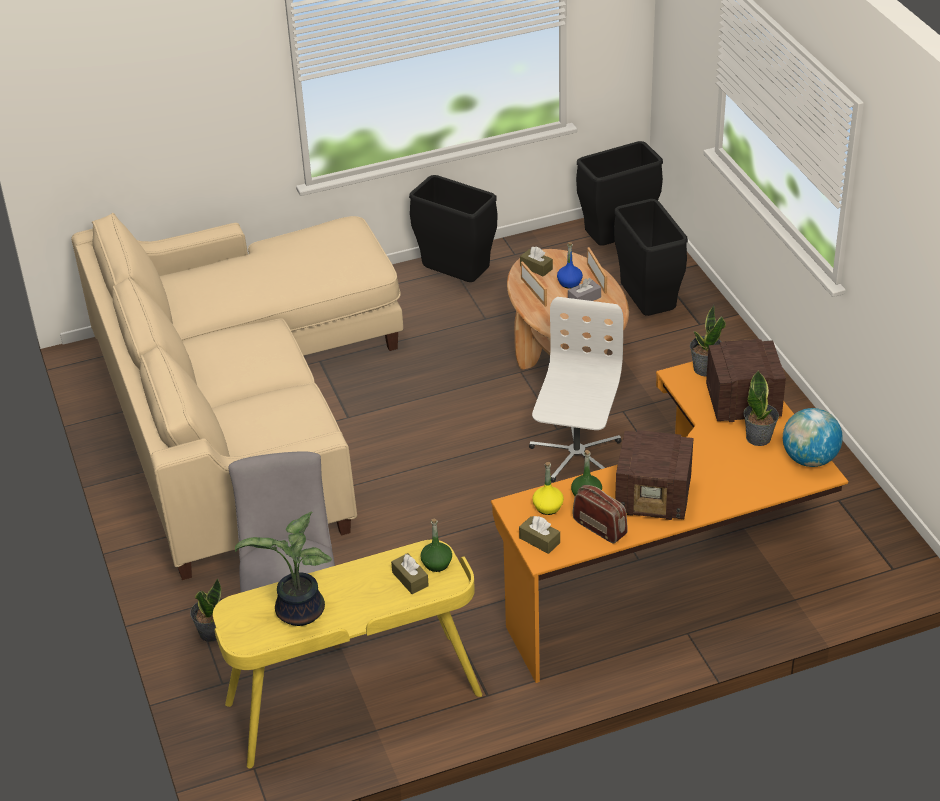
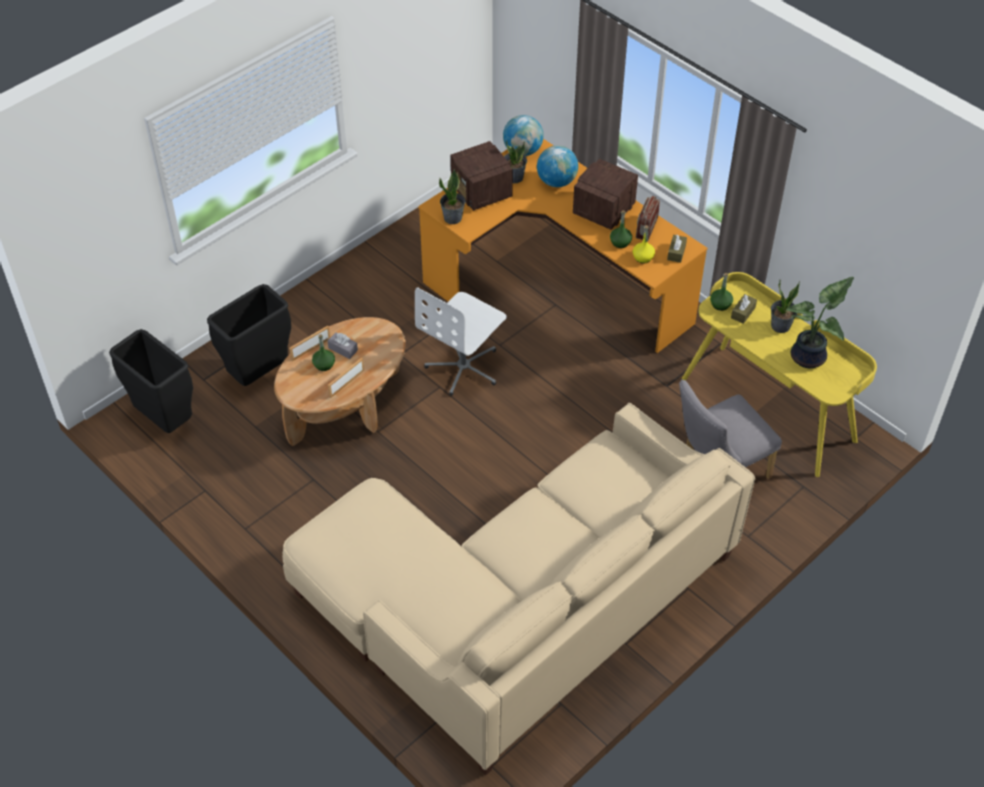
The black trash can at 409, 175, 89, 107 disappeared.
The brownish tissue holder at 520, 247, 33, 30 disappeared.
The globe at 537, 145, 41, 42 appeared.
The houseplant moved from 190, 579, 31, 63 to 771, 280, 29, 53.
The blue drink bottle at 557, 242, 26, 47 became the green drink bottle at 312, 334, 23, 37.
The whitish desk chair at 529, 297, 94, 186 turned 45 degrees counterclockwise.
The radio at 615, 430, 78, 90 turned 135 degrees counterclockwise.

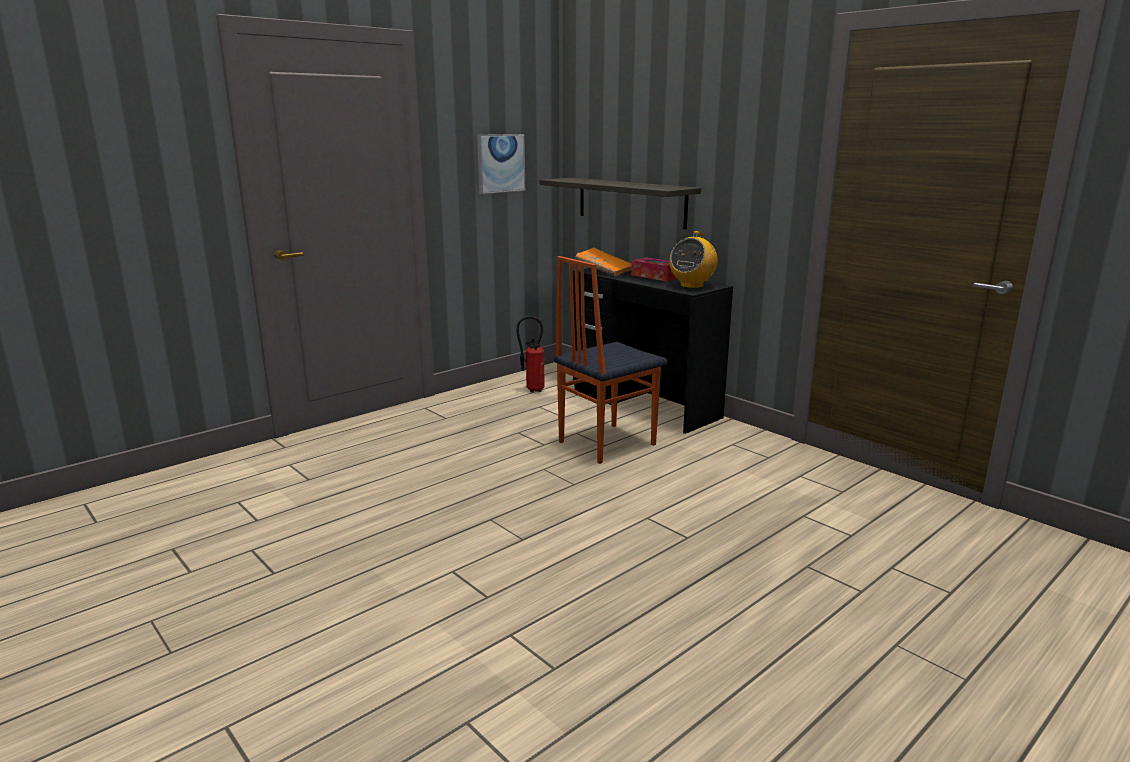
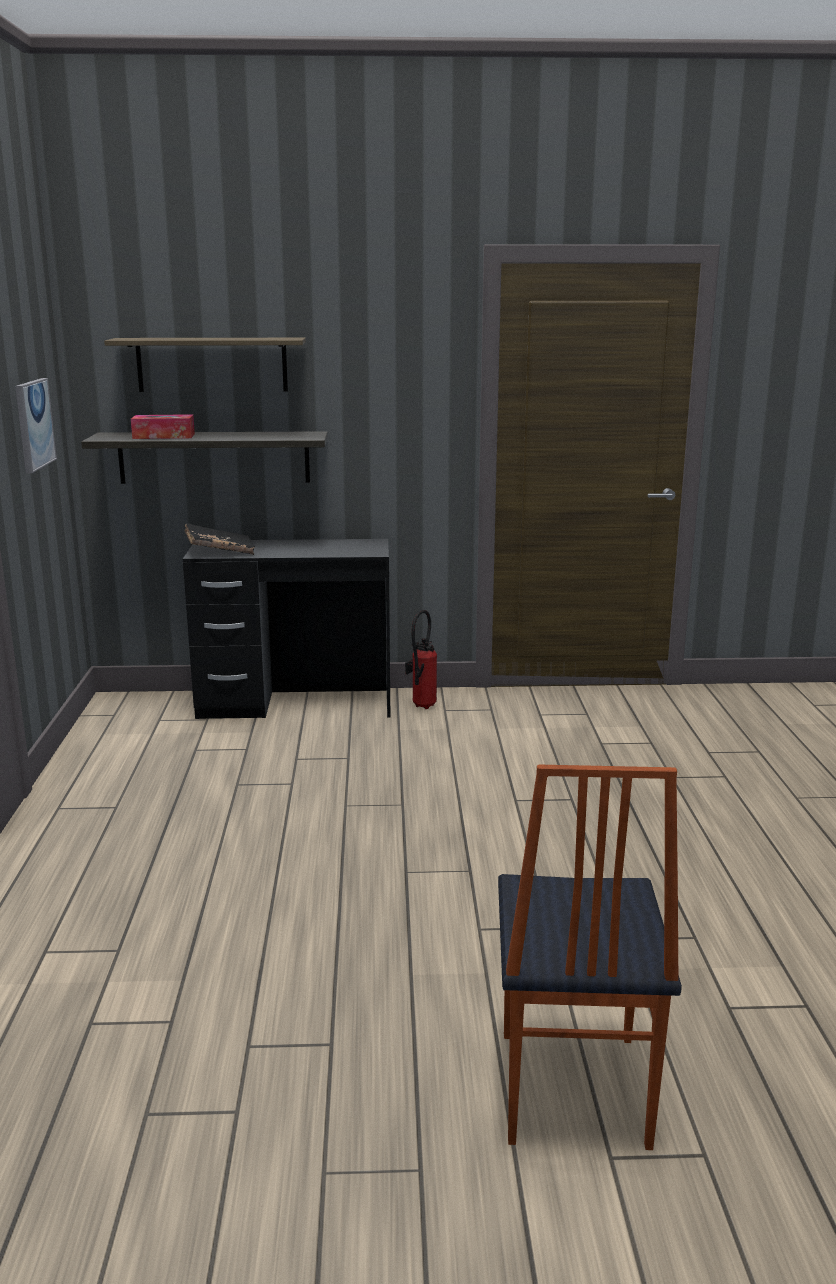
The radio at 670, 231, 47, 58 disappeared.
The bracket shelf at 104, 338, 202, 54 appeared.
The fire-fighting cylinder moved from 516, 316, 29, 76 to 405, 610, 32, 99.
The upright chair moved from 554, 256, 114, 208 to 498, 764, 184, 386.
The tissue holder moved from 631, 257, 46, 24 to 131, 414, 64, 25.
The orangey bound book at 575, 247, 57, 30 became the black bound book at 185, 523, 70, 32.

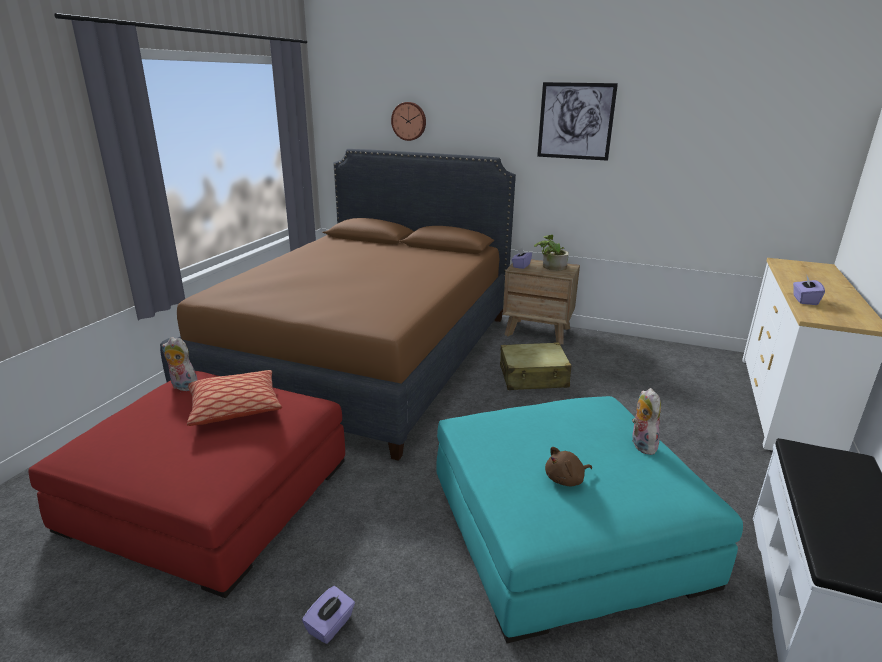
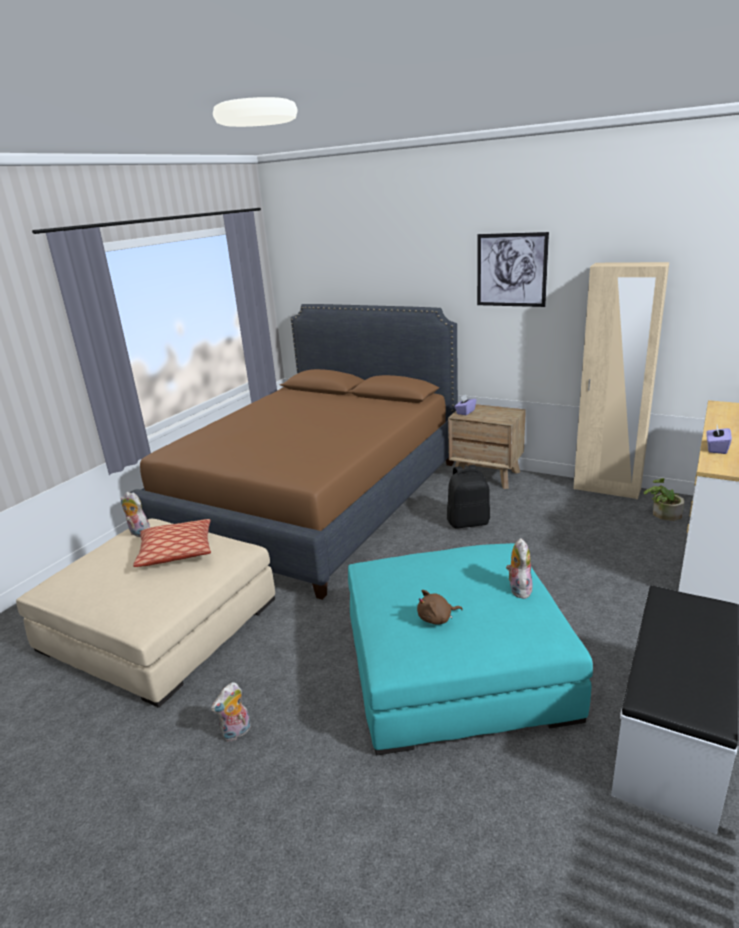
The hanging clock at 391, 102, 35, 39 disappeared.
The beige-coloured wardrobe at 573, 262, 96, 237 appeared.
The houseplant moved from 534, 235, 35, 36 to 644, 478, 40, 43.
The purple tissue holder at 302, 586, 53, 58 was replaced by the plush toy at 211, 682, 40, 60.
The beige-coloured piece of luggage at 500, 342, 71, 48 was replaced by the black backpack at 447, 465, 43, 64.
The red-coloured footrest at 28, 371, 317, 227 became the beige-coloured footrest at 16, 519, 259, 189.

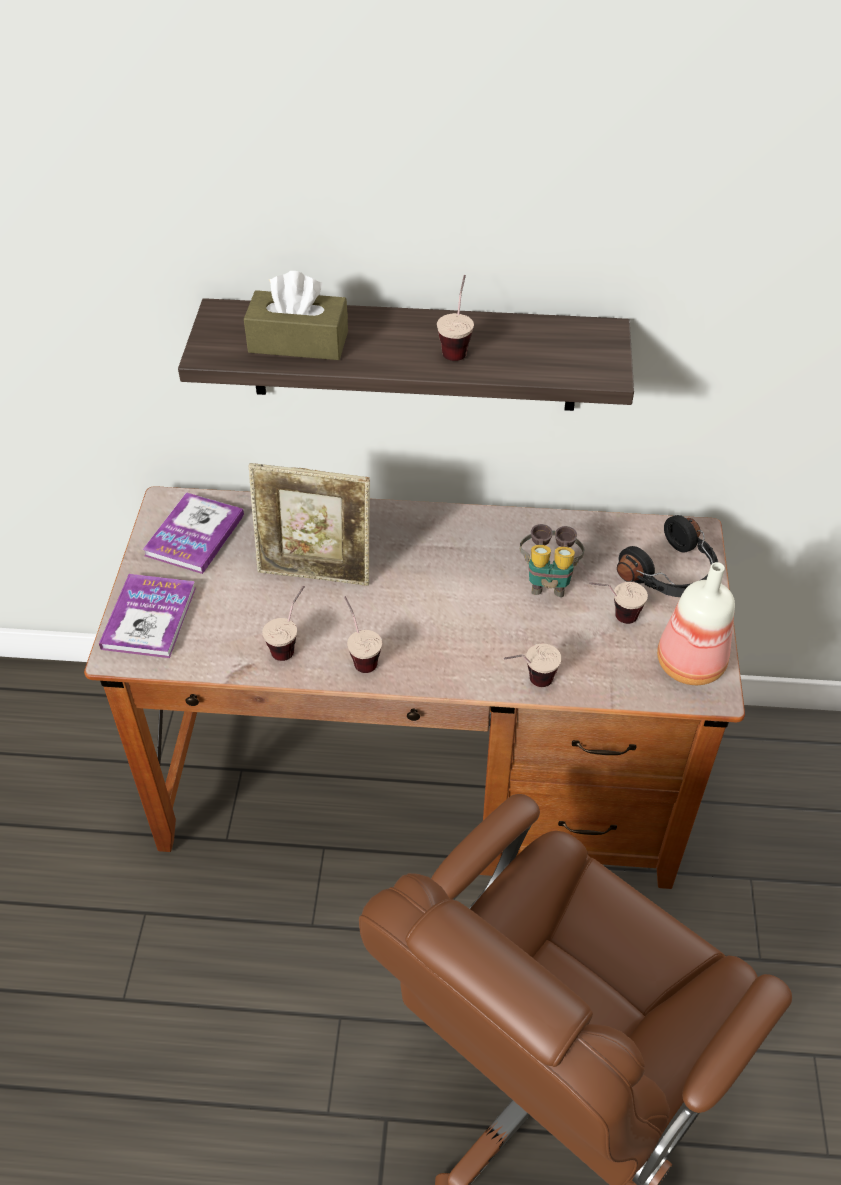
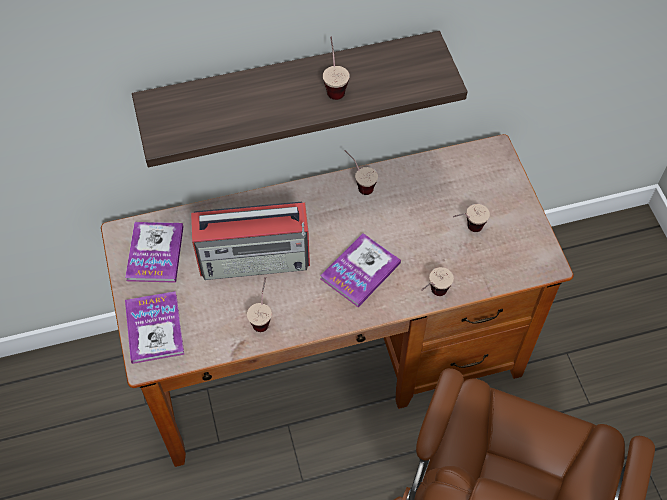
The brownish tissue holder at 244, 271, 104, 89 disappeared.
The pair of binoculars at 520, 524, 64, 73 disappeared.
The black headset at 617, 515, 101, 82 disappeared.
The drink bottle at 657, 562, 78, 123 disappeared.
The bound book at 320, 233, 81, 74 appeared.
The small cup moved from 344, 596, 38, 77 to 345, 150, 33, 45.
The picture frame at 249, 463, 121, 123 was replaced by the radio at 191, 202, 119, 78.

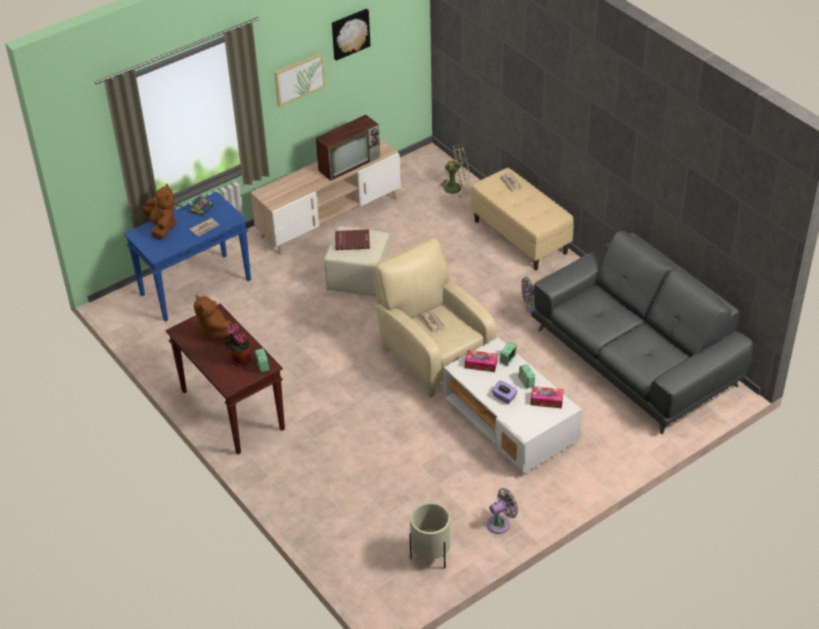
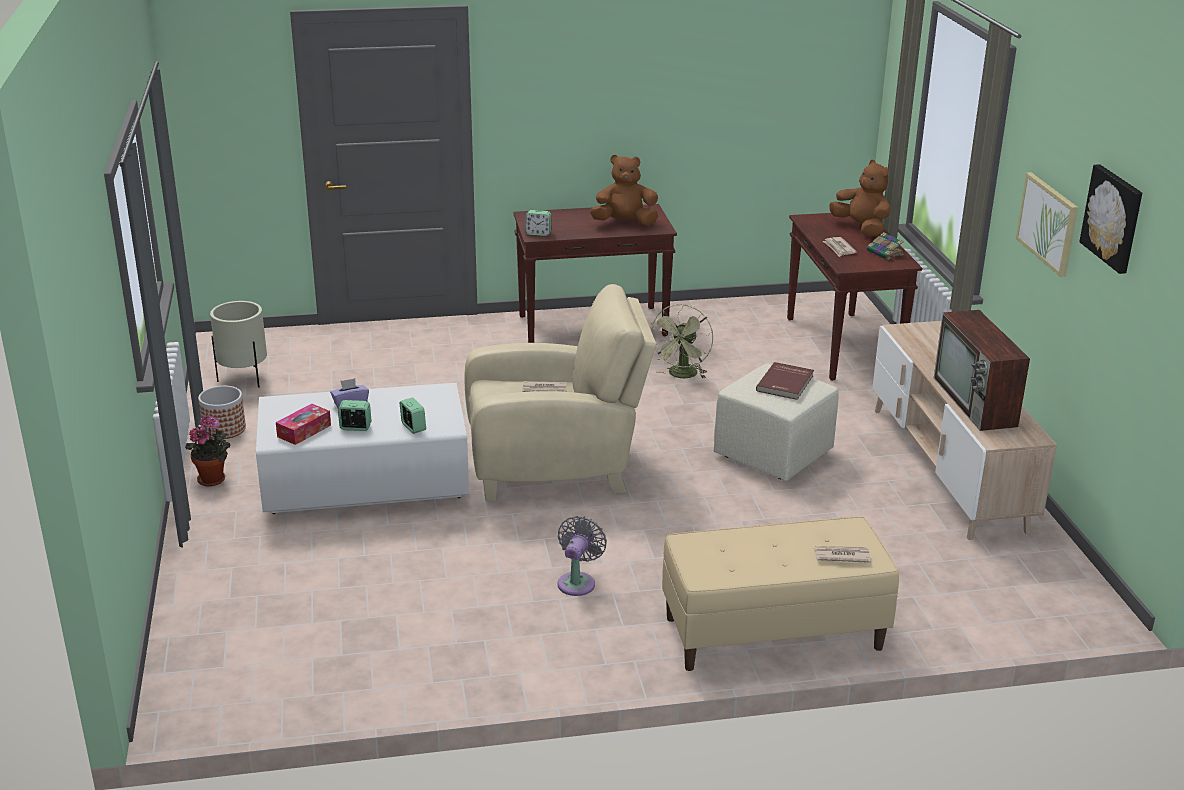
The tissue holder at 465, 350, 33, 22 disappeared.
The grey settee at 531, 231, 222, 203 disappeared.
The houseplant moved from 223, 323, 28, 43 to 185, 415, 45, 71.
The green electric fan moved from 439, 145, 31, 53 to 651, 304, 62, 74.
The grey electric fan at 487, 488, 31, 46 was replaced by the flower pot at 198, 386, 48, 53.
The blue console table at 124, 191, 127, 130 became the brownish console table at 787, 213, 135, 168.
The brownish plush toy at 143, 183, 34, 56 turned 135 degrees counterclockwise.

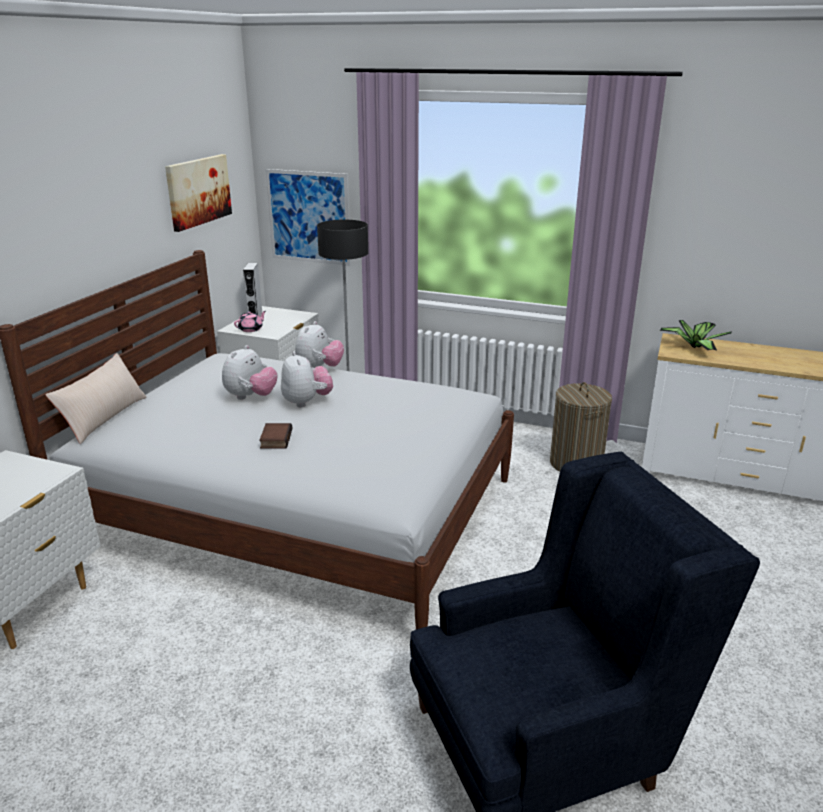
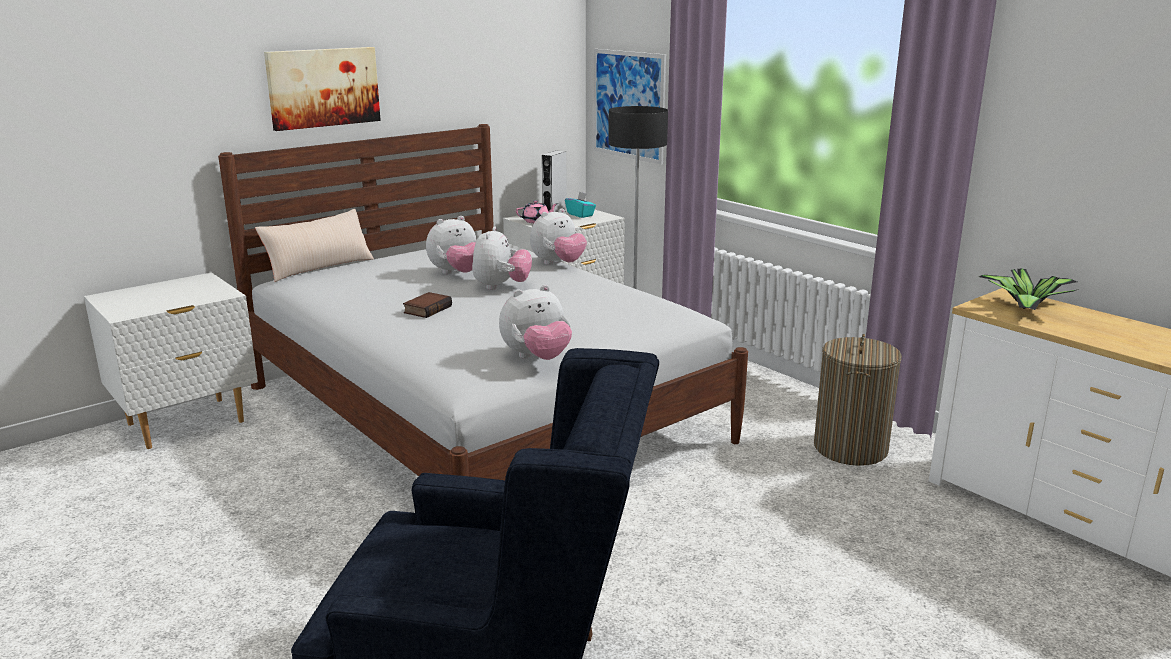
The plush toy at 499, 285, 73, 75 appeared.
The blue-green tissue holder at 565, 191, 31, 27 appeared.
The picture moved from 165, 154, 67, 78 to 264, 47, 117, 84.

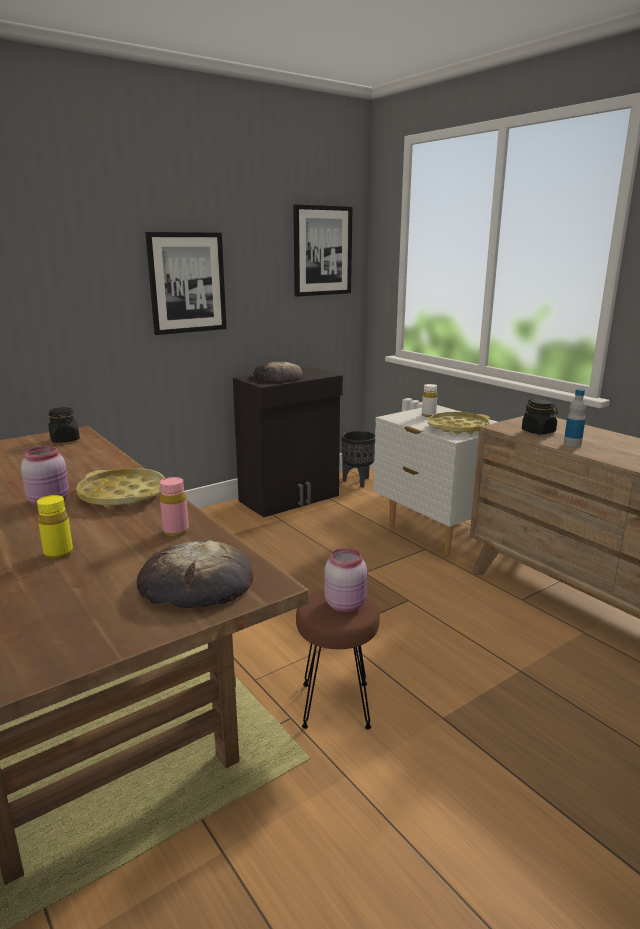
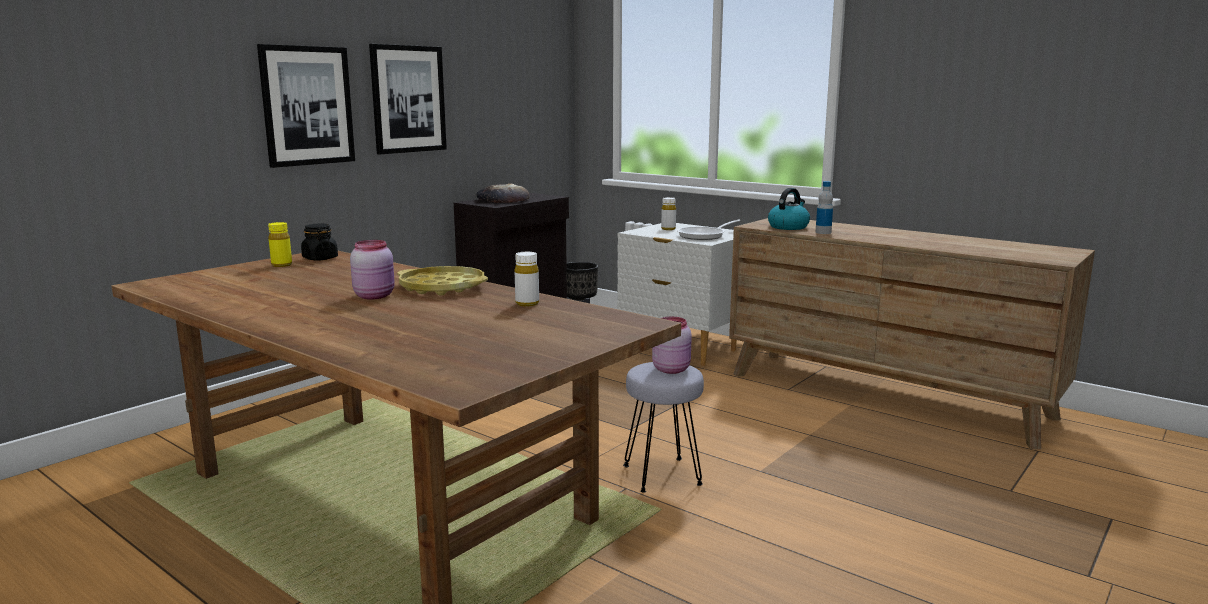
The bakery bread at 137, 540, 116, 68 disappeared.
The yellow drink bottle moved from 37, 495, 36, 65 to 268, 222, 24, 45.
The picture moved from 293, 204, 60, 93 to 257, 44, 98, 124.
The yellow tray at 428, 412, 62, 22 was replaced by the skillet at 677, 220, 64, 20.
The black preserve jar at 522, 399, 36, 36 was replaced by the water kettle at 768, 188, 42, 42.
The pink-coloured drink bottle at 160, 477, 29, 60 became the whitish drink bottle at 515, 252, 24, 54.
The brownish stool at 296, 589, 84, 140 became the grey stool at 623, 362, 81, 130.

